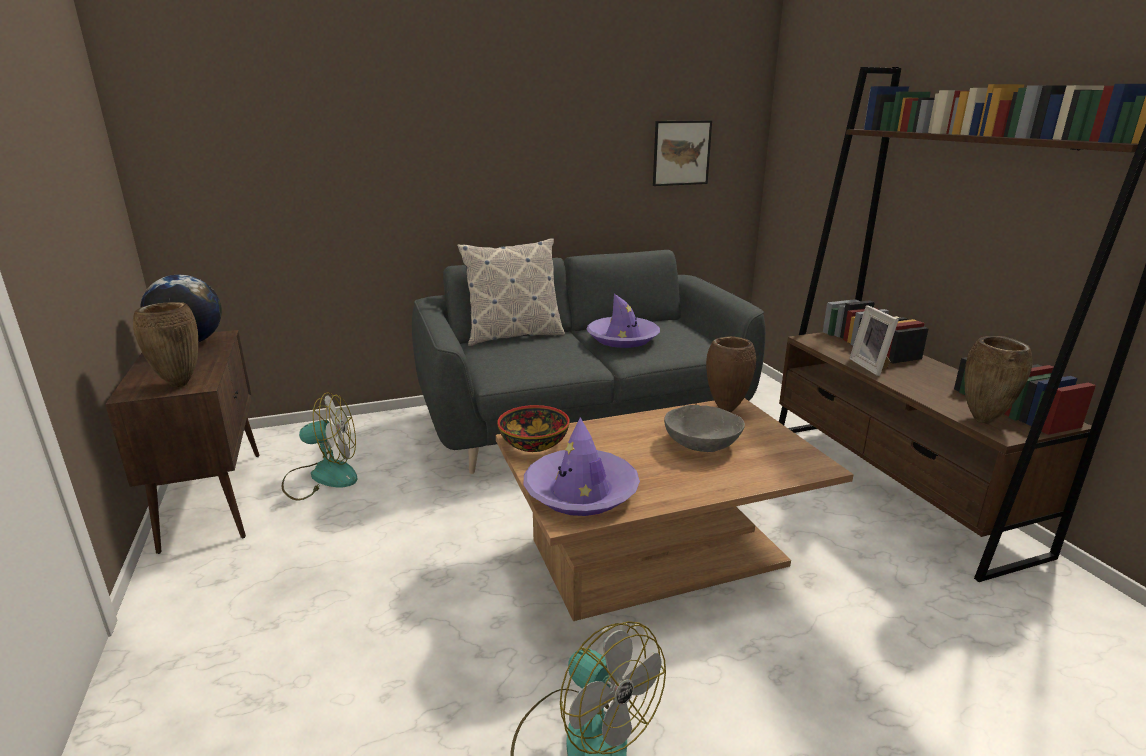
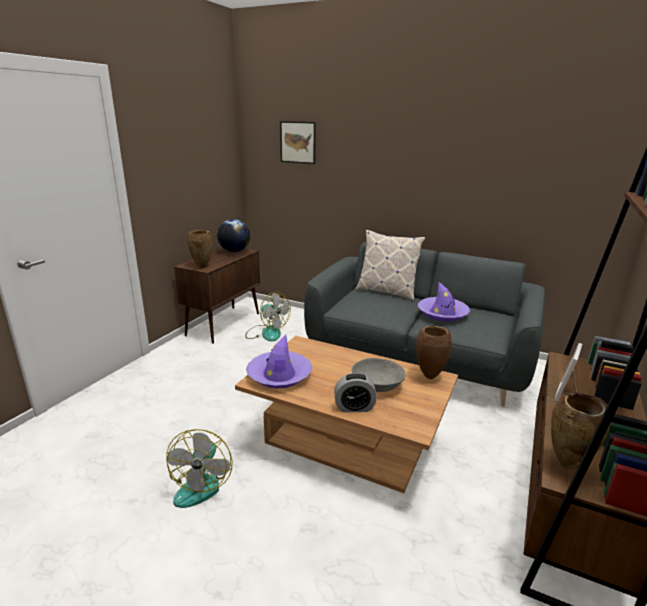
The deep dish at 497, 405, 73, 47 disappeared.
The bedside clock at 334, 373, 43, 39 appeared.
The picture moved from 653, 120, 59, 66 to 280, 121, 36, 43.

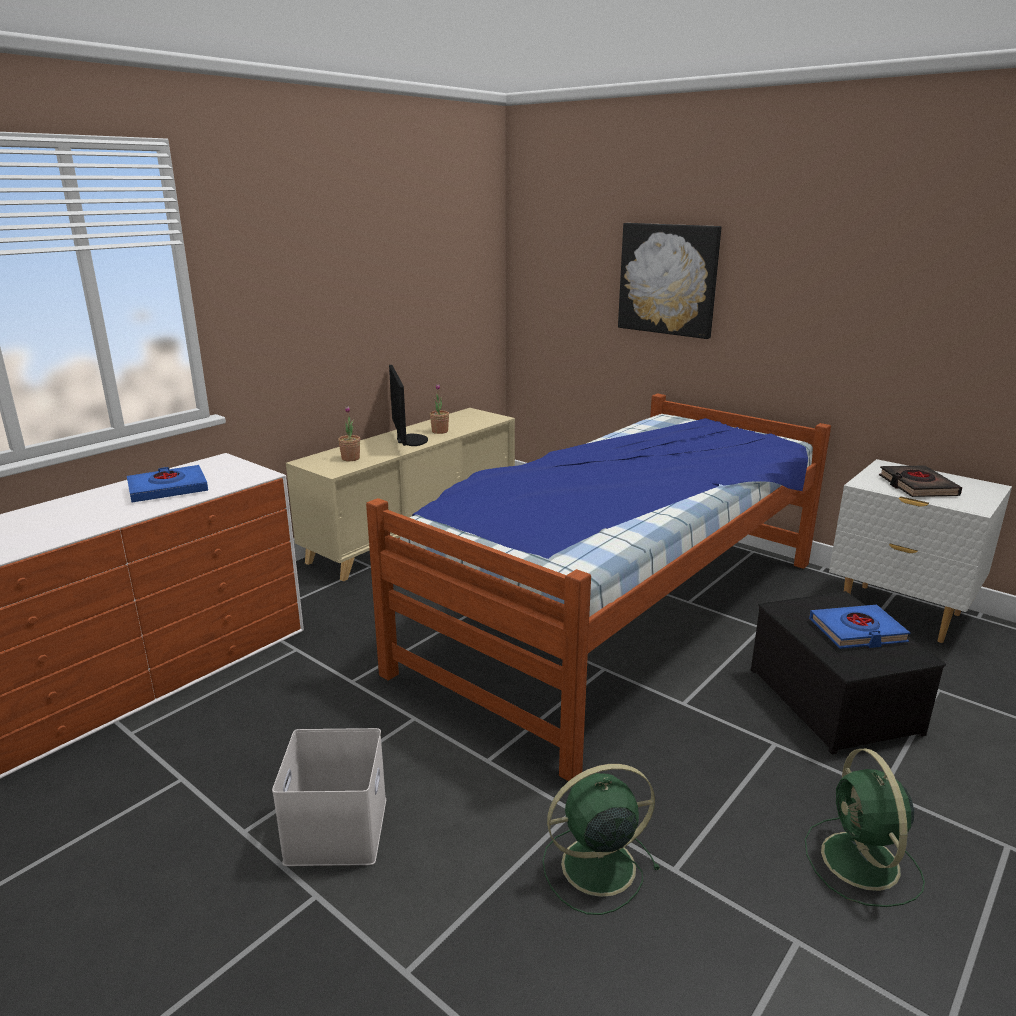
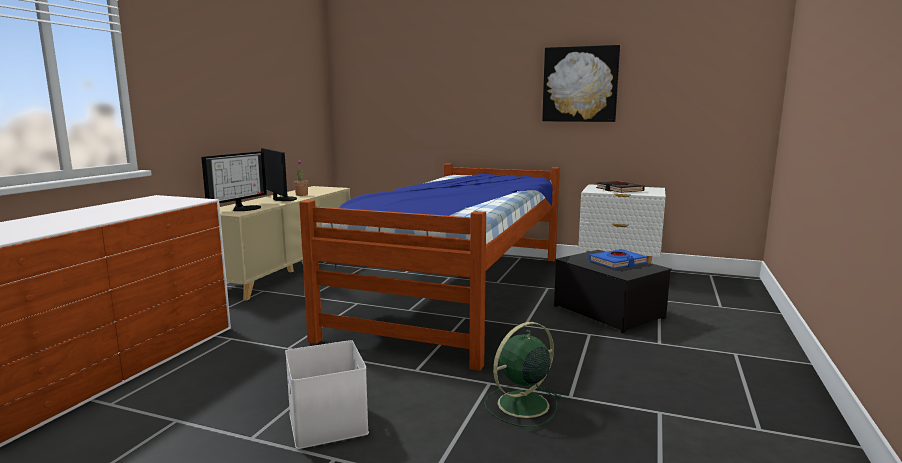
The blue bound book at 127, 465, 81, 37 disappeared.
The green electric fan at 805, 749, 120, 158 disappeared.
The picture moved from 618, 223, 103, 116 to 542, 45, 78, 77.
The houseplant at 338, 406, 22, 55 was replaced by the computer display at 201, 151, 66, 60.

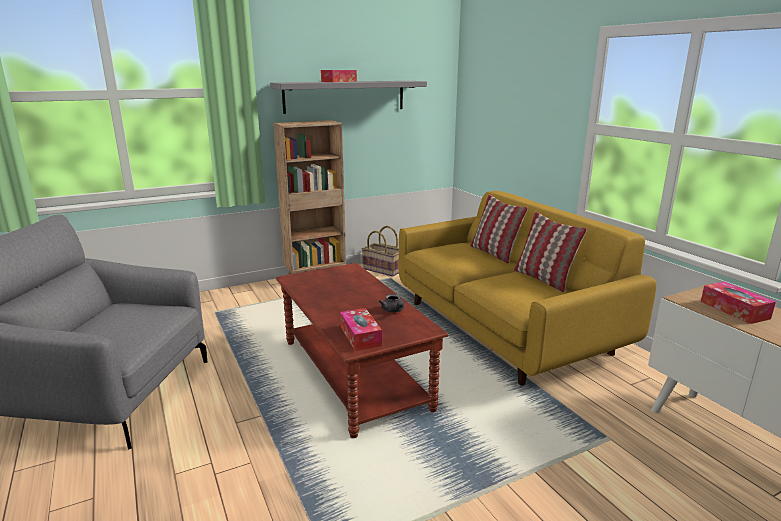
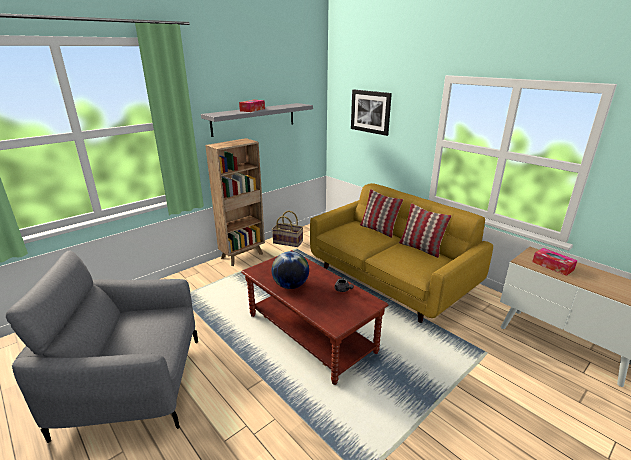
The tissue holder at 340, 308, 42, 43 disappeared.
The globe at 272, 251, 37, 38 appeared.
The picture at 351, 90, 41, 46 appeared.

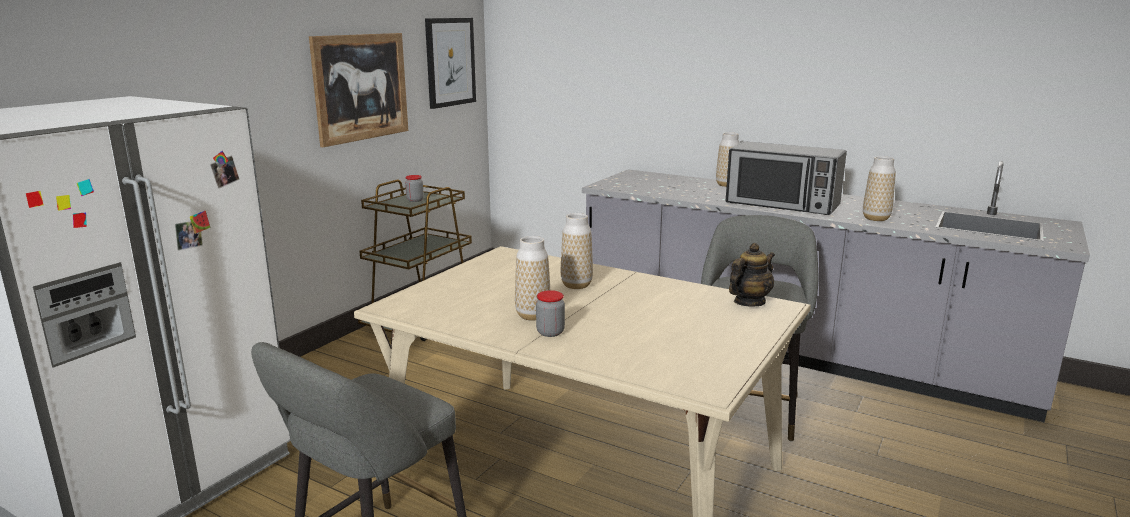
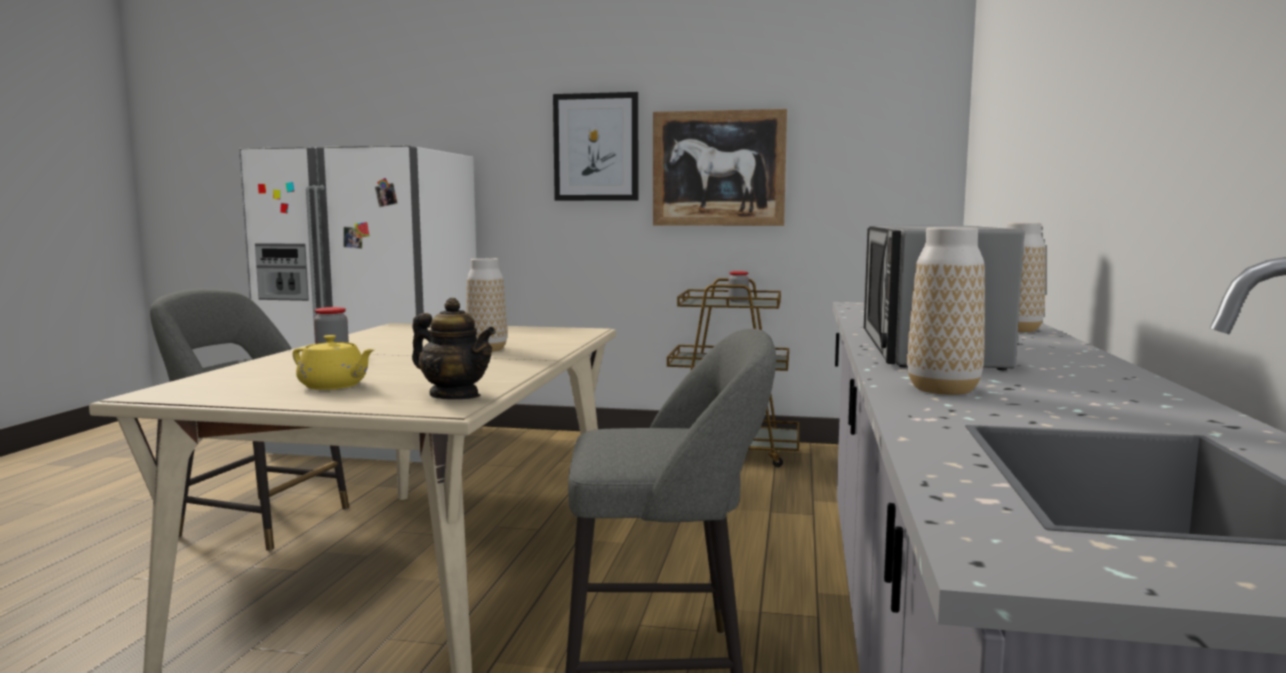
The flower vase at 515, 236, 35, 85 disappeared.
The yellow tea pot at 293, 335, 81, 55 appeared.
The picture moved from 425, 18, 51, 91 to 553, 92, 85, 109.

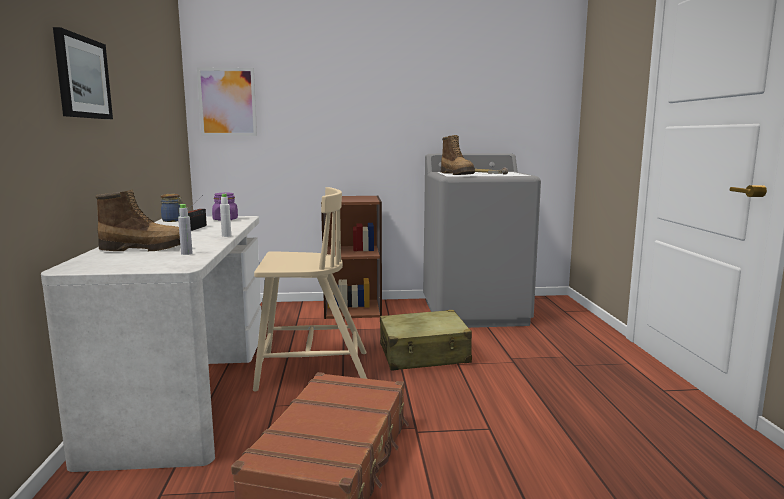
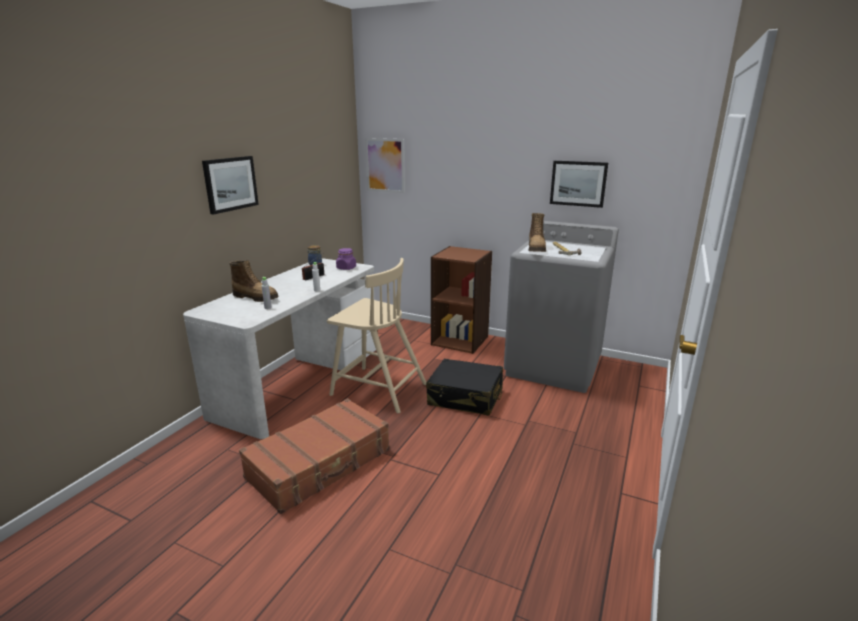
The picture at 550, 161, 58, 47 appeared.
The beige-coloured piece of luggage at 380, 310, 92, 61 became the black piece of luggage at 426, 359, 77, 57.

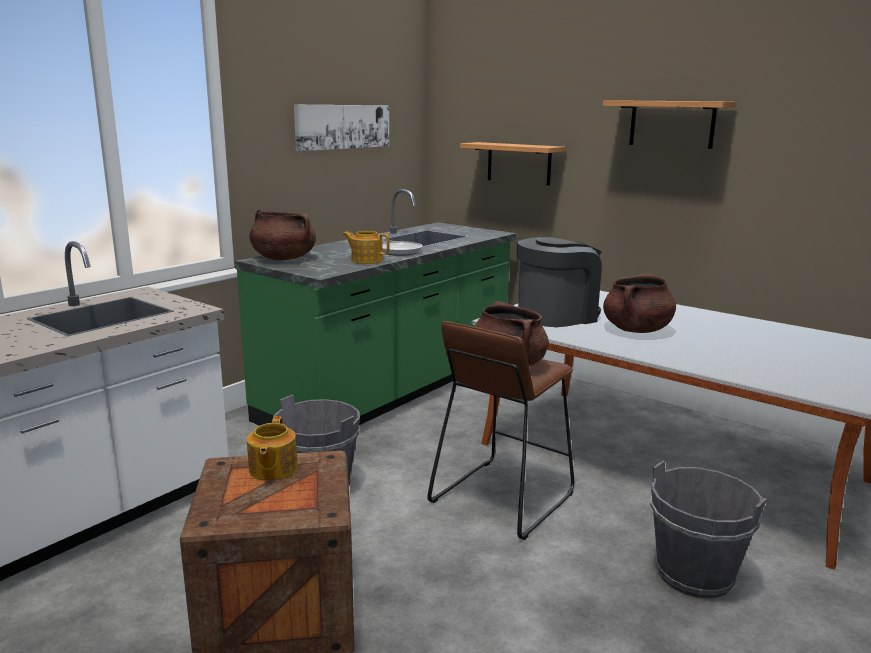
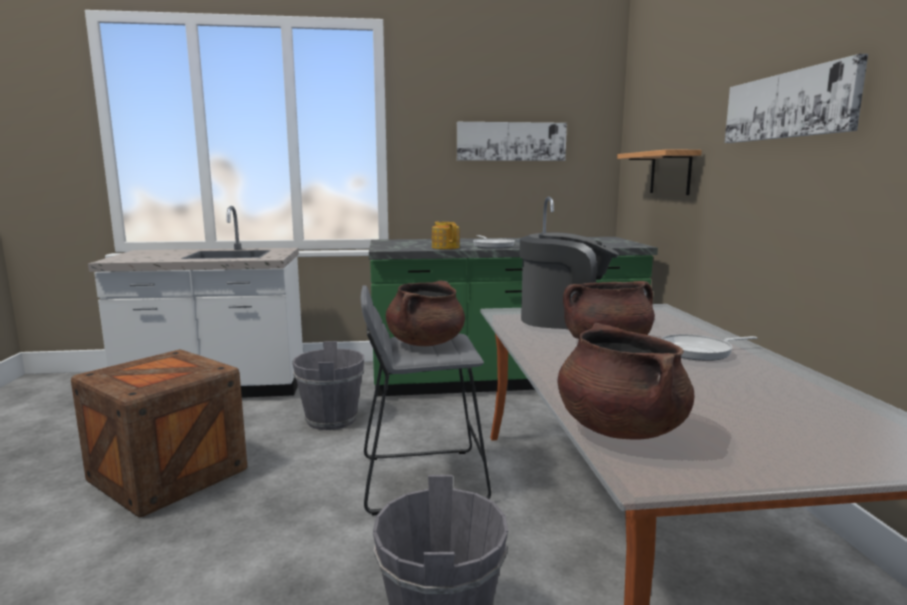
The tea pot at 247, 416, 51, 65 disappeared.
The skillet at 661, 334, 96, 27 appeared.
The brownish saucepot moved from 249, 209, 67, 51 to 558, 323, 136, 117.
The bracket shelf at 603, 100, 133, 49 was replaced by the picture at 725, 54, 143, 89.
The brownish stool at 427, 321, 147, 219 became the grey stool at 361, 285, 130, 231.

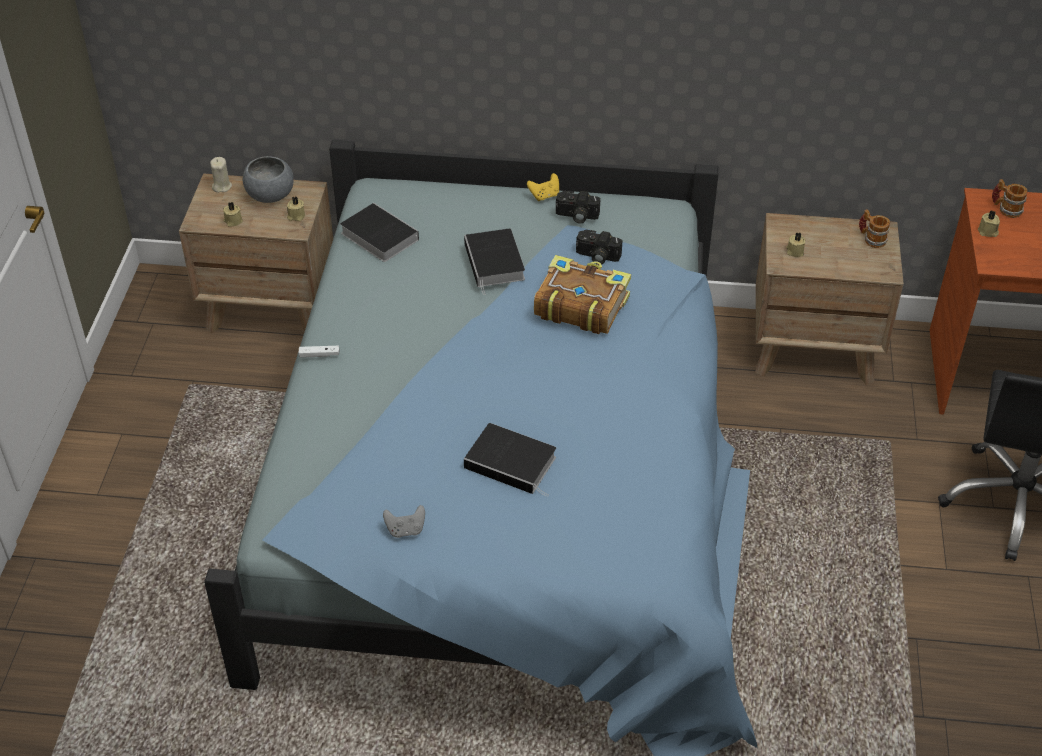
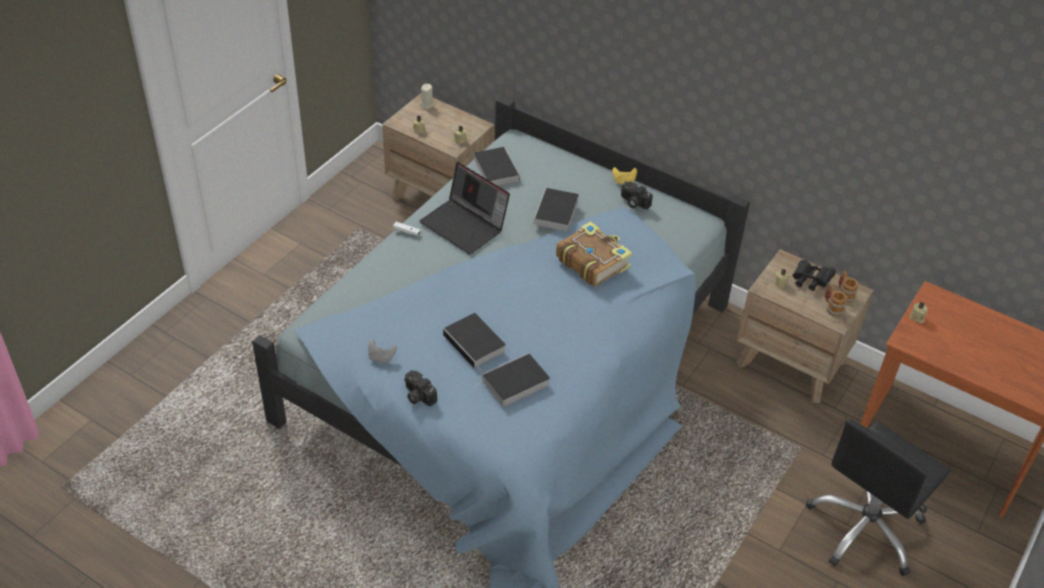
The grey deep dish at 243, 156, 51, 47 disappeared.
The portable computer at 419, 162, 91, 92 appeared.
The bound book at 474, 353, 76, 54 appeared.
The black pair of binoculars at 793, 260, 43, 31 appeared.
The still camera moved from 576, 230, 46, 35 to 404, 370, 33, 36.
The tea mug moved from 992, 179, 35, 39 to 825, 285, 22, 32.

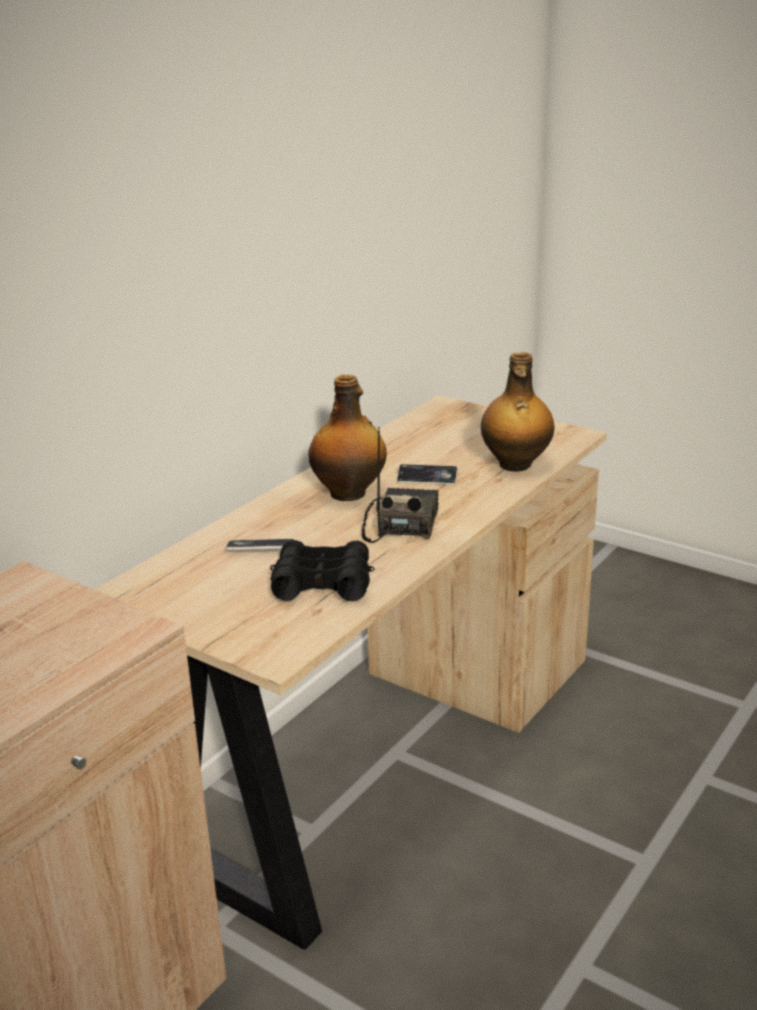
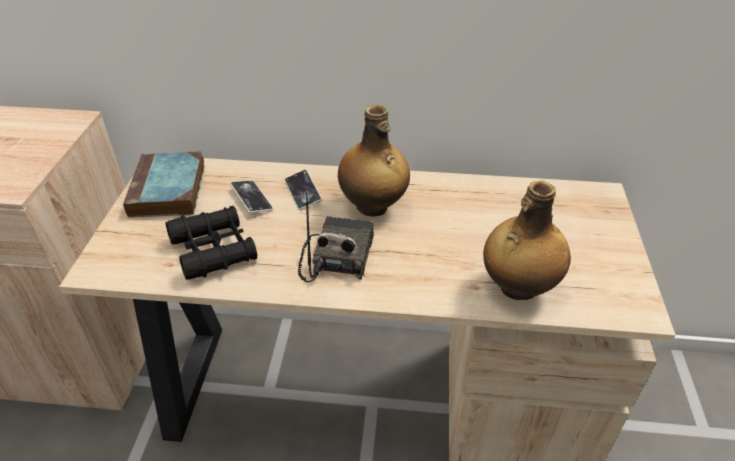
The bound book at 123, 151, 82, 67 appeared.
The phone moved from 397, 464, 61, 21 to 285, 170, 37, 40.
The radio at 362, 427, 77, 116 turned 60 degrees counterclockwise.

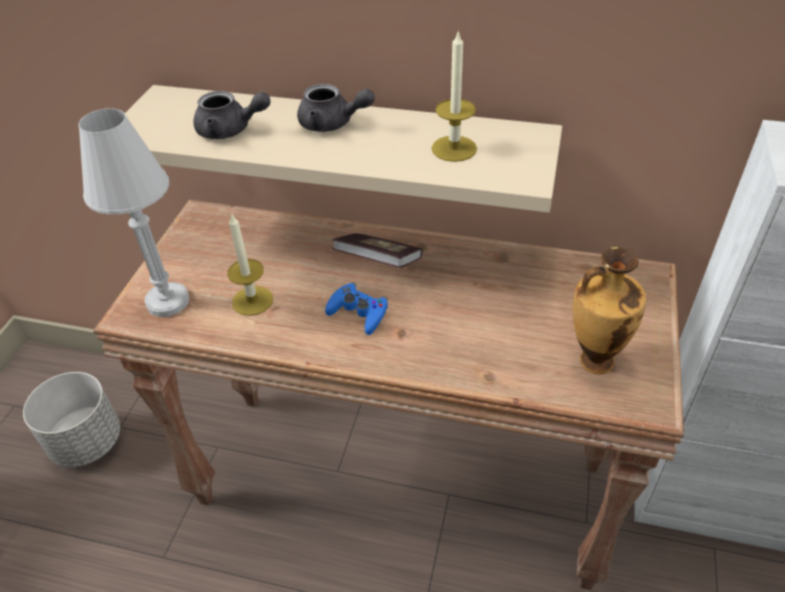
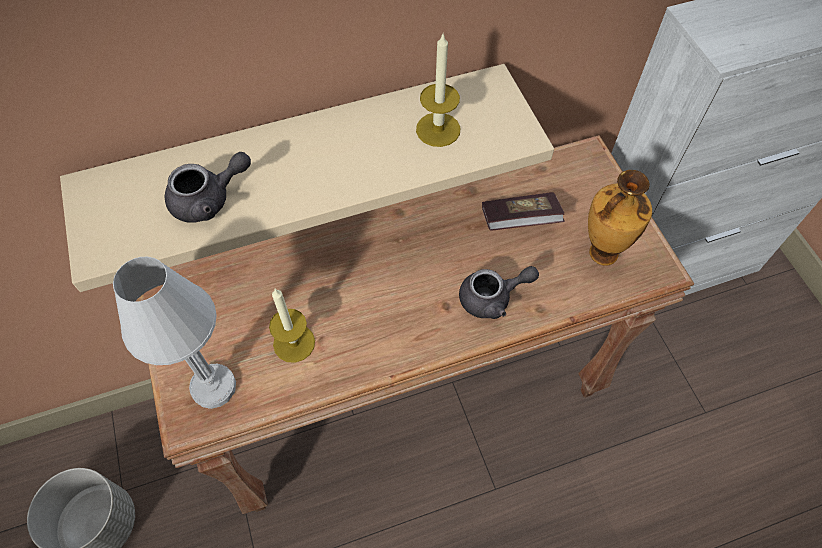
The blue gamepad at 325, 282, 63, 53 disappeared.
The grey tea pot moved from 297, 84, 78, 48 to 459, 266, 80, 53.
The bound book moved from 332, 233, 90, 35 to 482, 192, 83, 39.

